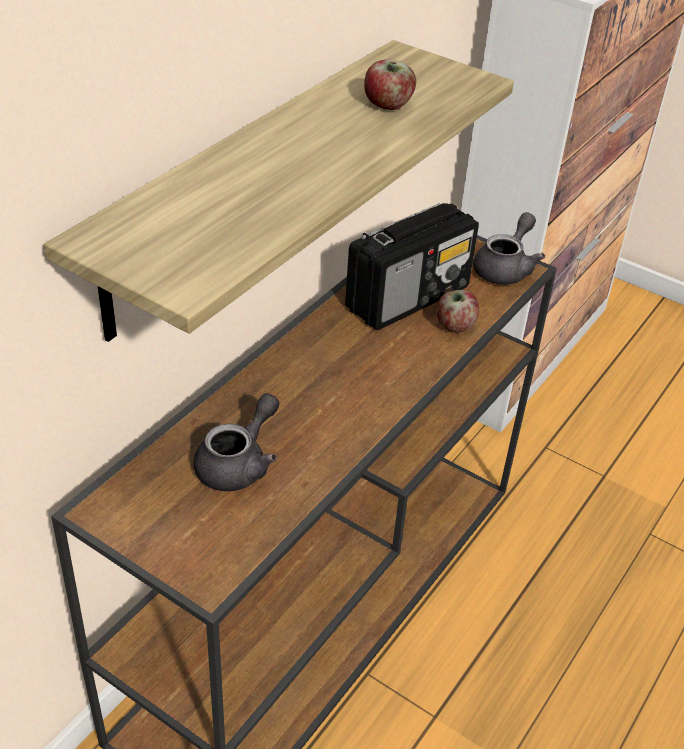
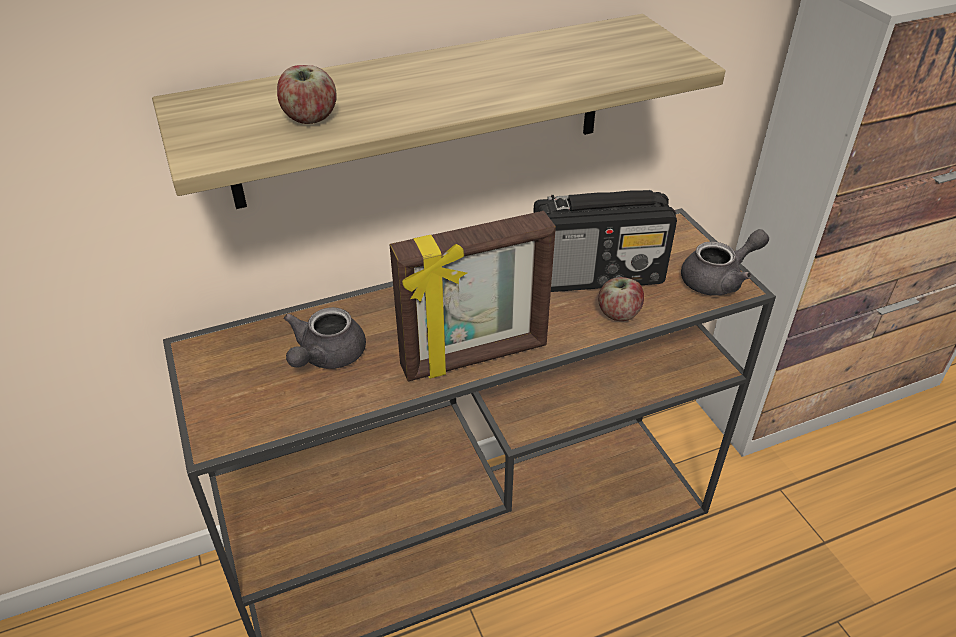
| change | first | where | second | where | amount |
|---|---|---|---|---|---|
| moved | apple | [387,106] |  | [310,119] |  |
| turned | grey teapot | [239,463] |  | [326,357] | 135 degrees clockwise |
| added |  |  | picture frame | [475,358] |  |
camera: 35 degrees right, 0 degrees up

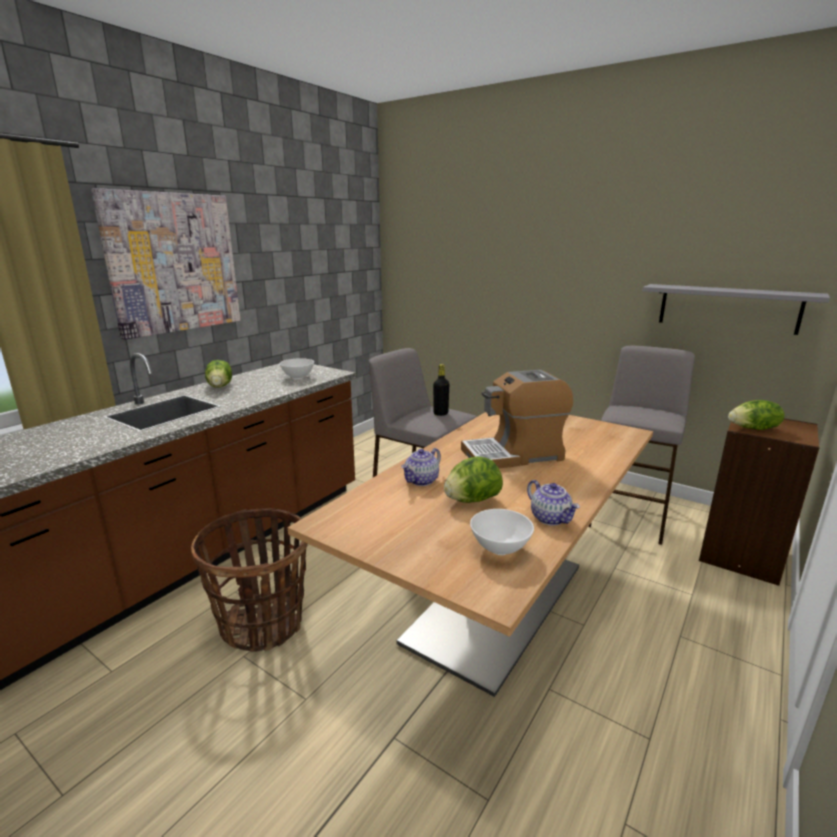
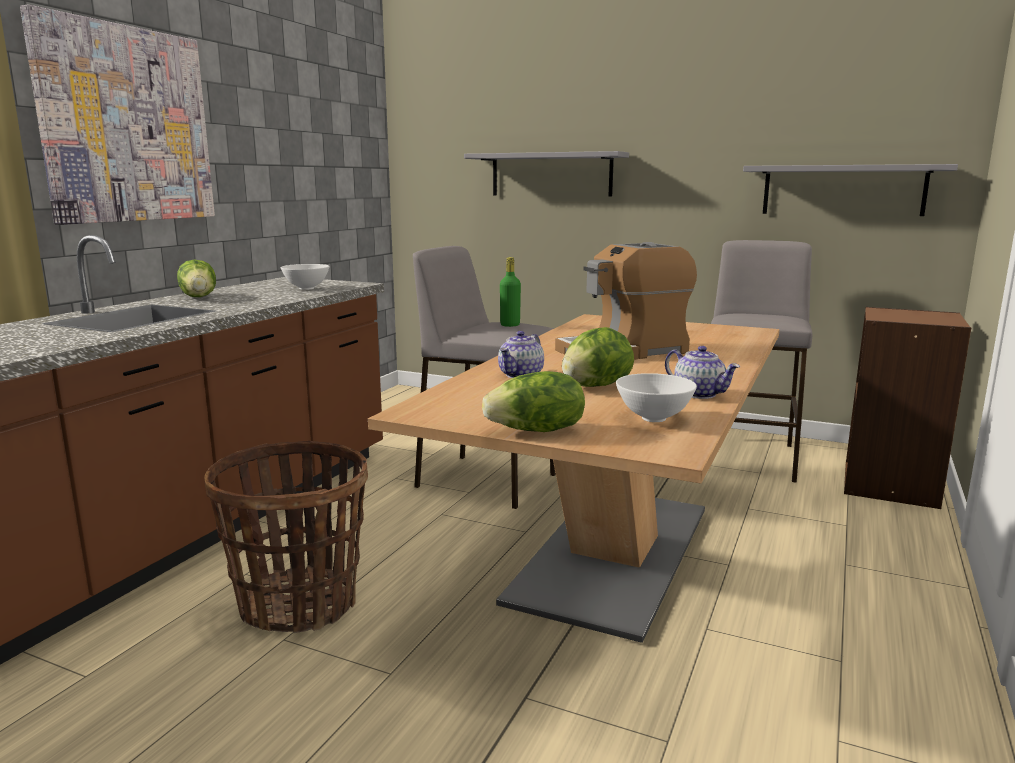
| change | first | where | second | where | amount |
|---|---|---|---|---|---|
| recoloured | black bottle | [440,413] | green bottle | [510,325] |  |
| moved | lettuce | [754,429] |  | [537,431] |  |
| added |  |  | grey shelf | [551,174] |  |
camera: 10 degrees left, 5 degrees down

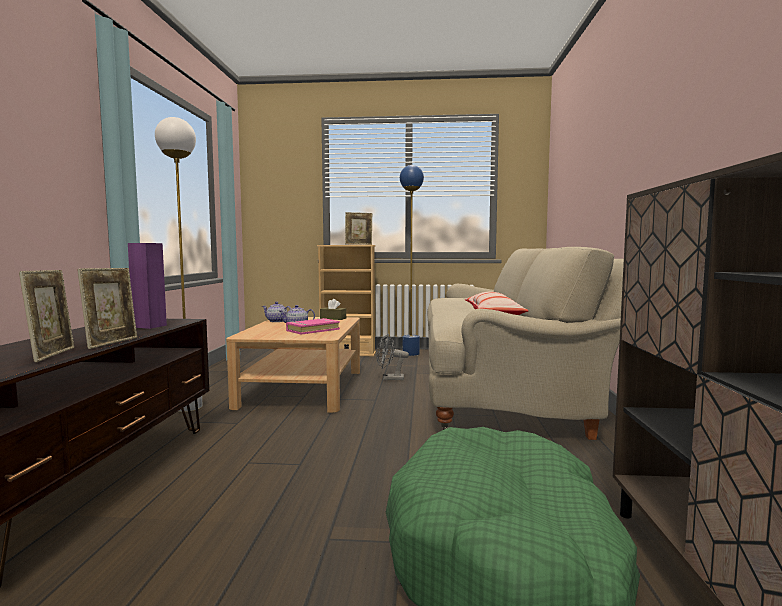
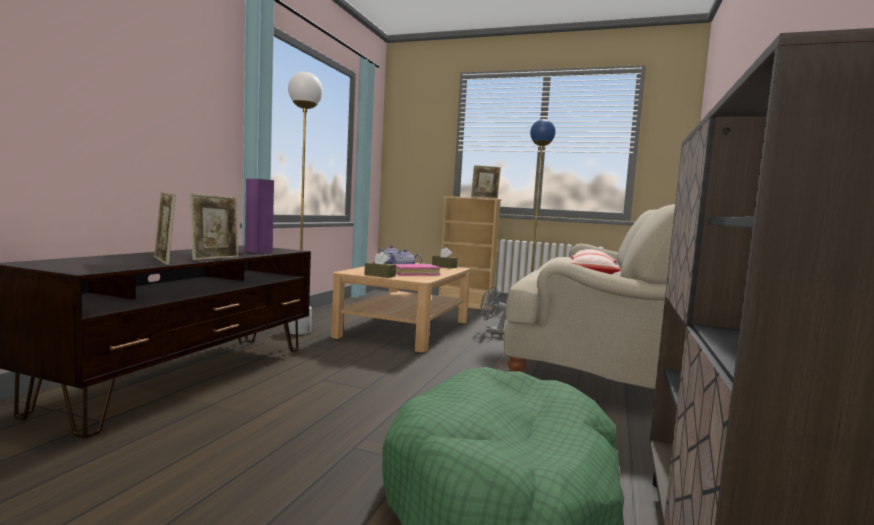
| change | first | where | second | where | amount |
|---|---|---|---|---|---|
| turned | picture frame | [52,355] |  | [164,261] | 135 degrees clockwise |
| added |  |  | brown tissue box | [380,275] |  |
camera: 15 degrees right, 0 degrees up

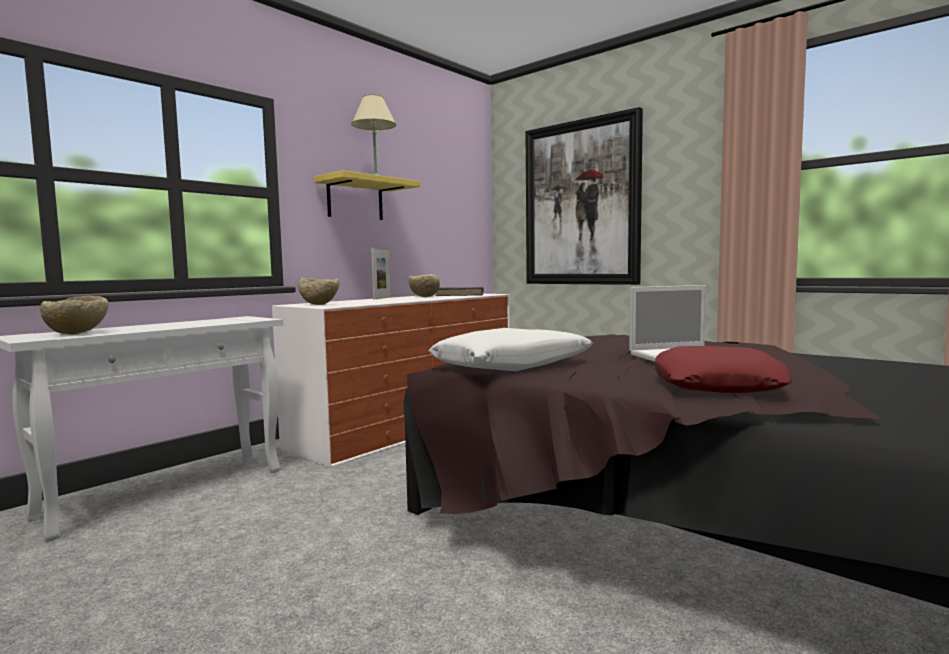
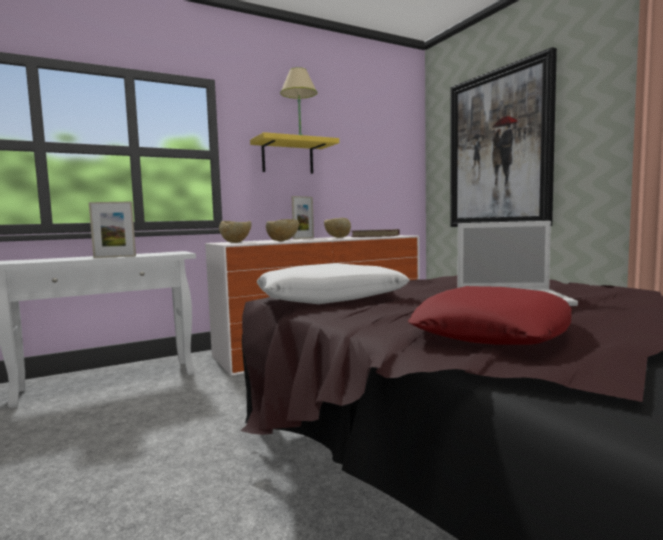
| change | first | where | second | where | amount |
|---|---|---|---|---|---|
| moved | beige bowl | [77,334] |  | [283,241] |  |
| added |  |  | picture frame | [114,257] |  |
camera: 20 degrees right, 0 degrees up

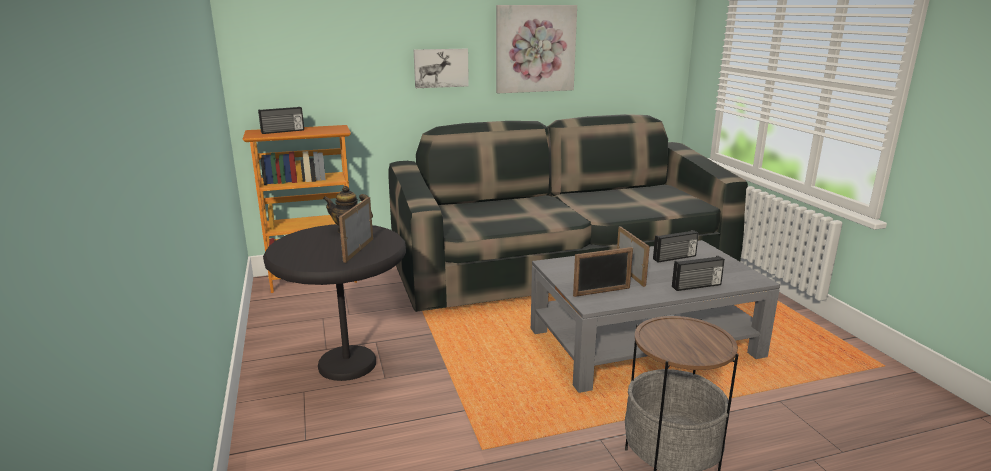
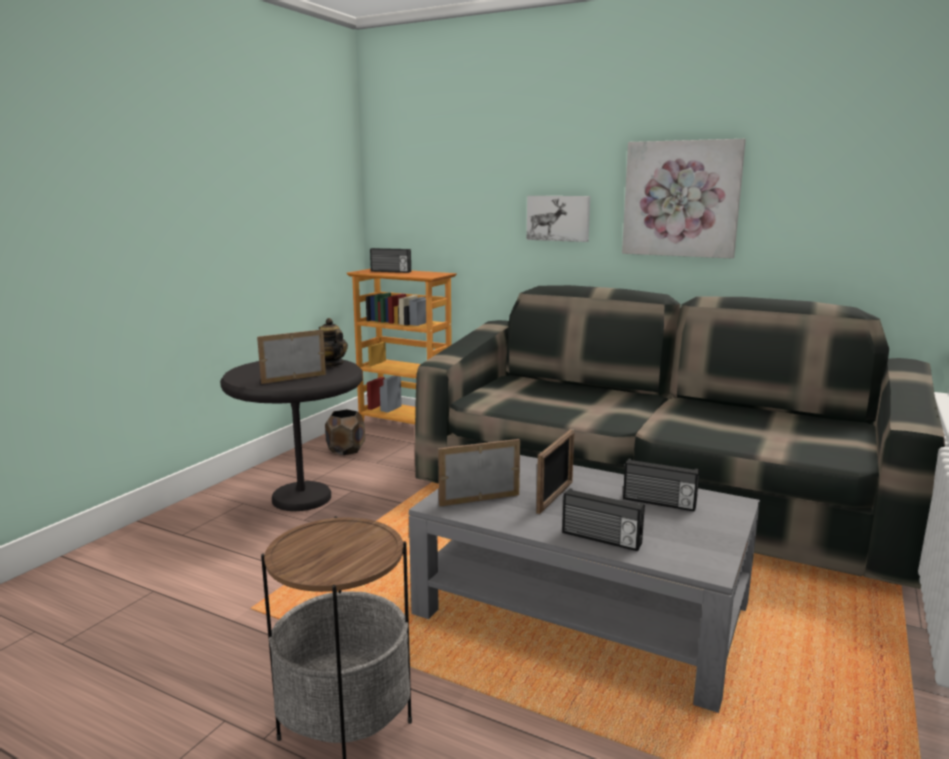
| change | first | where | second | where | amount |
|---|---|---|---|---|---|
| turned | picture frame | [602,292] |  | [479,499] | 135 degrees clockwise |
| added |  |  | brown planter | [346,450] |  |
camera: 45 degrees right, 5 degrees down

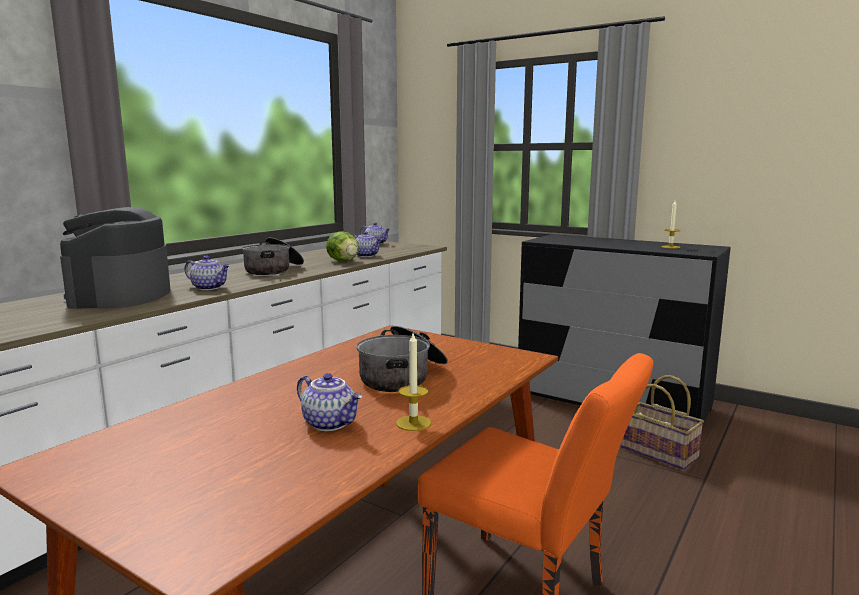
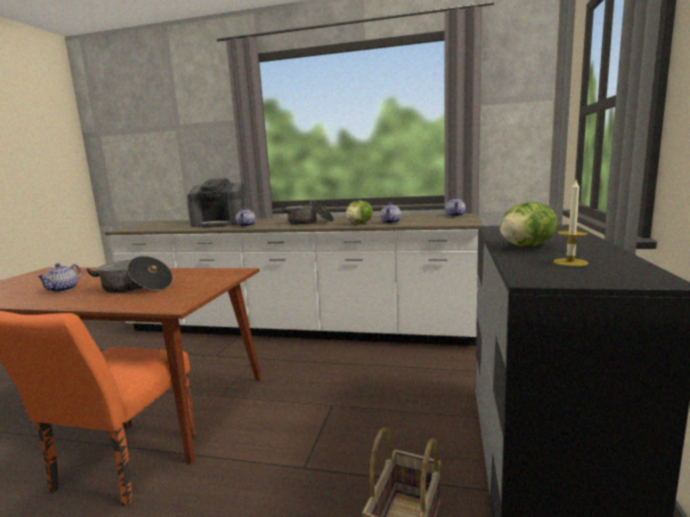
| change | first | where | second | where | amount |
|---|---|---|---|---|---|
| turned | coffee machine | [121,296] |  | [221,223] | 150 degrees counterclockwise |
| removed | candle | [413,423] |  |  |  |
| added |  |  | lettuce | [526,246] |  |
camera: 70 degrees right, 0 degrees up

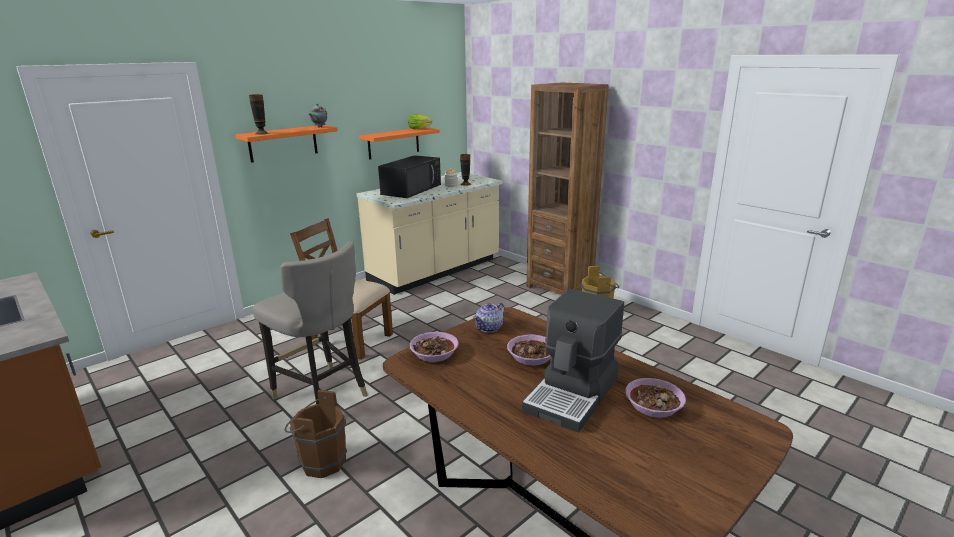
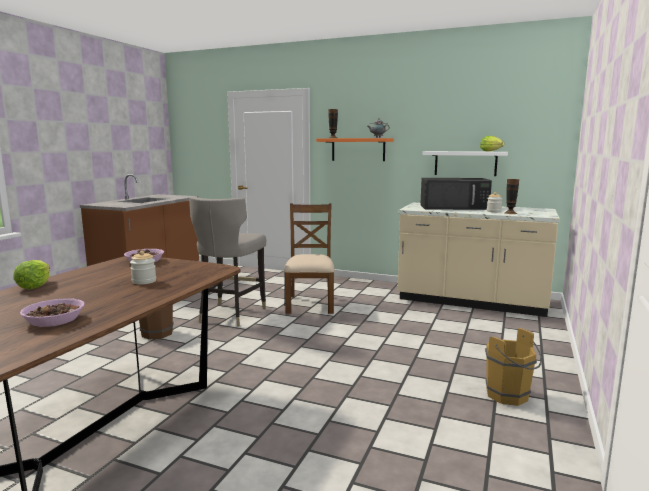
| change | first | where | second | where | amount |
|---|---|---|---|---|---|
| removed | brown bookcase | [559,288] |  |  |  |
| recoloured | orange shelf | [393,143] | white shelf | [465,163] |  |
| removed | coffee machine | [573,394] |  |  |  |
| removed | teapot | [489,328] |  |  |  |
| replaced | bowl | [532,357] | jar | [144,281] |  |
| added |  |  | lettuce | [34,286] |  |
camera: 65 degrees right, 10 degrees down

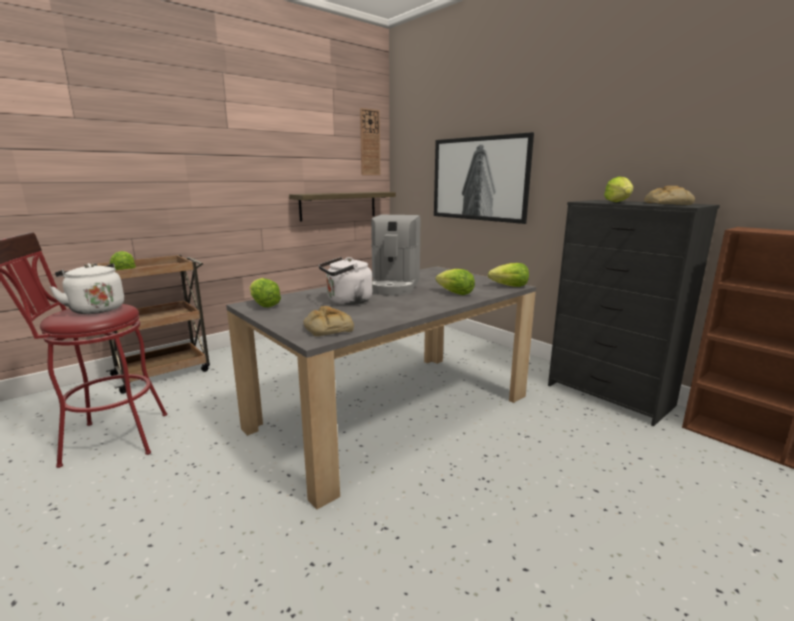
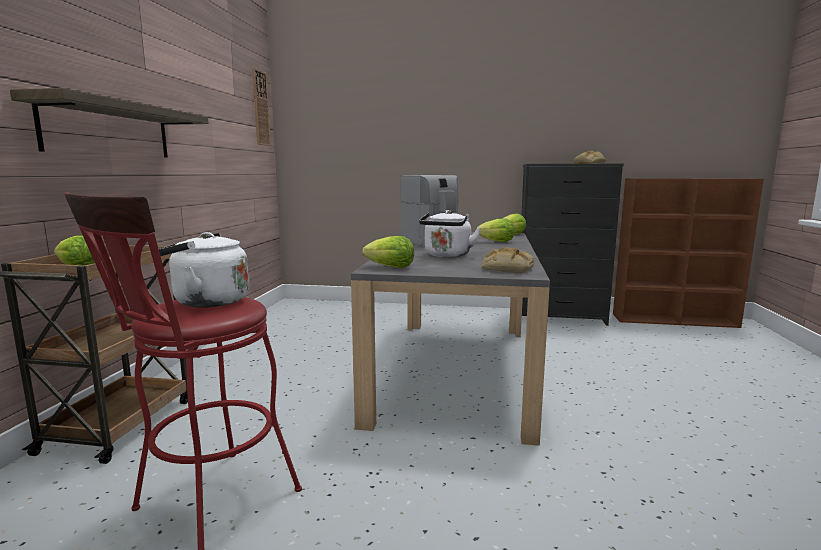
| change | first | where | second | where | amount |
|---|---|---|---|---|---|
| removed | picture | [479,179] |  |  |  |
| removed | lettuce | [618,202] |  |  |  |
| moved | shelf | [338,205] |  | [110,130] |  |
camera: 40 degrees left, 5 degrees down

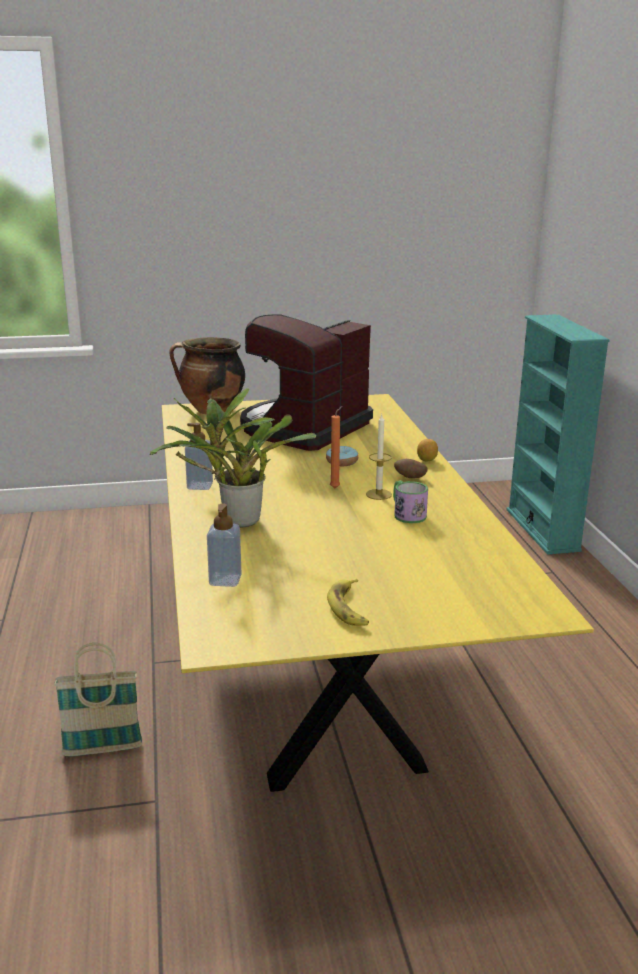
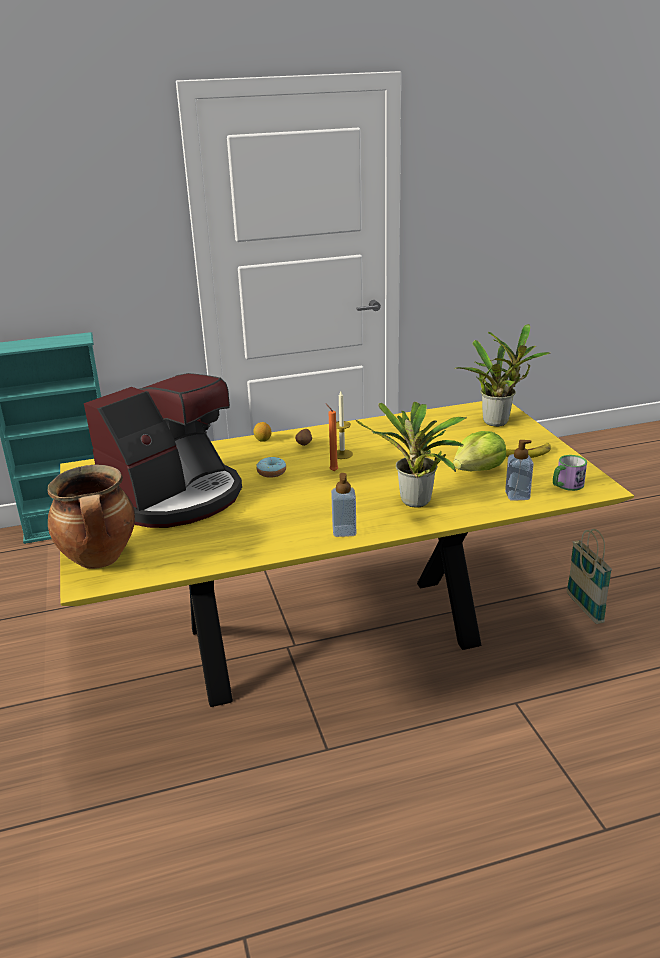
| change | first | where | second | where | amount |
|---|---|---|---|---|---|
| turned | coffee machine | [303,428] |  | [175,497] | 75 degrees counterclockwise |
| moved | mug | [406,514] |  | [566,485] |  |
| moved | basket | [103,749] |  | [584,608] |  |
| added |  |  | potted plant | [498,421] |  |
| added |  |  | lettuce | [478,469] |  |
camera: 95 degrees left, 5 degrees up

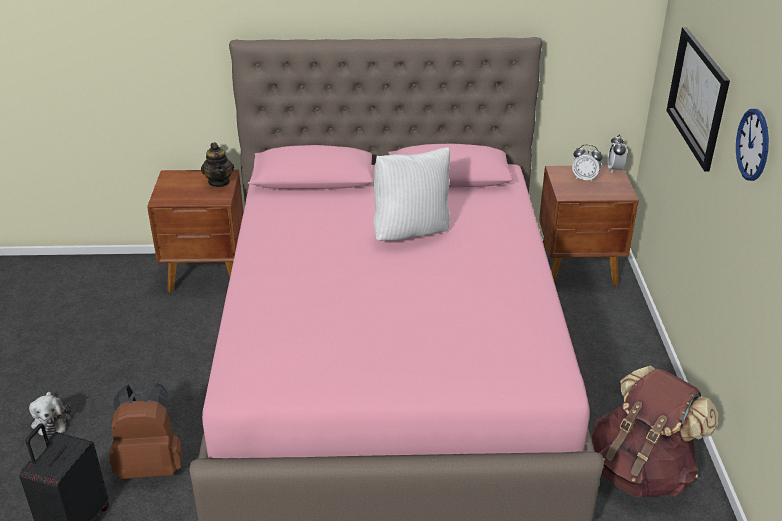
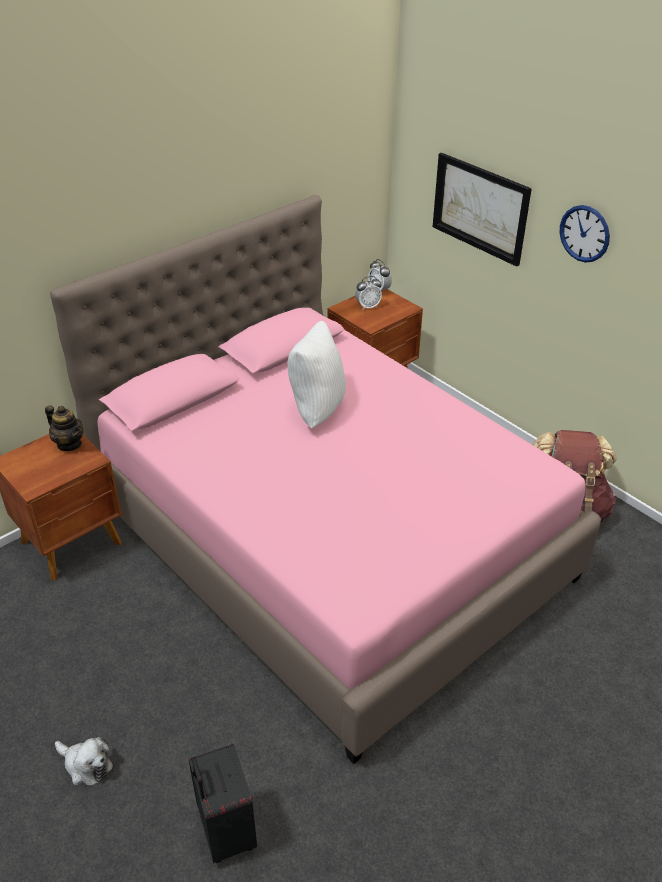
| change | first | where | second | where | amount |
|---|---|---|---|---|---|
| removed | brown backpack | [151,465] |  |  |  |
camera: 40 degrees left, 5 degrees up

